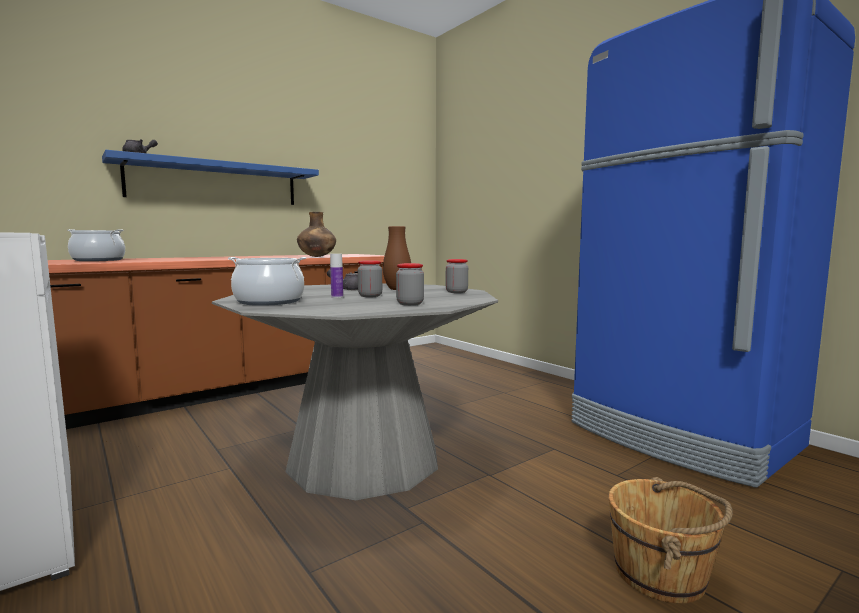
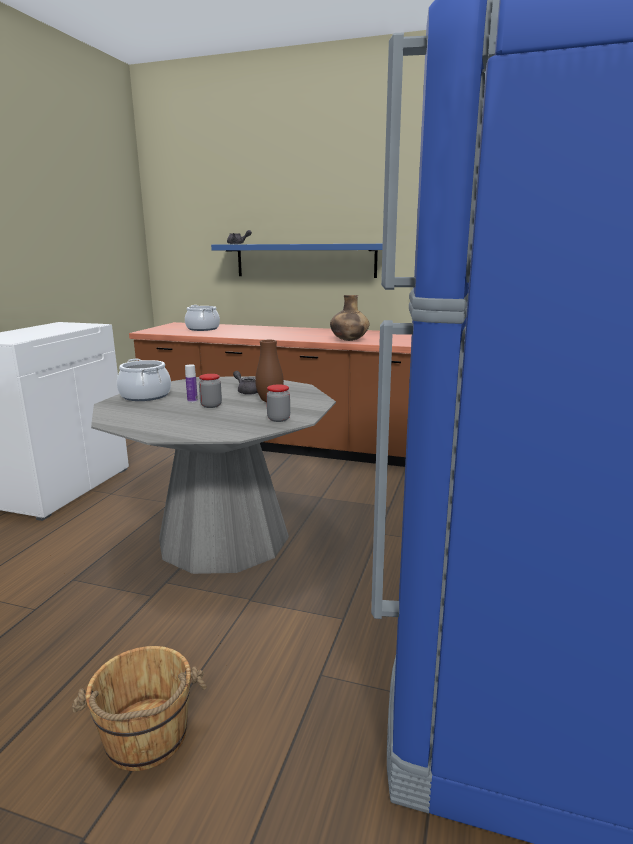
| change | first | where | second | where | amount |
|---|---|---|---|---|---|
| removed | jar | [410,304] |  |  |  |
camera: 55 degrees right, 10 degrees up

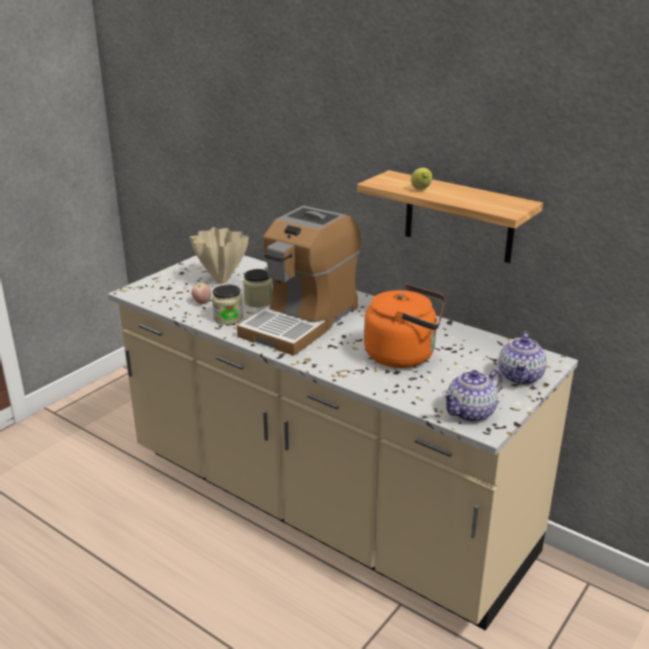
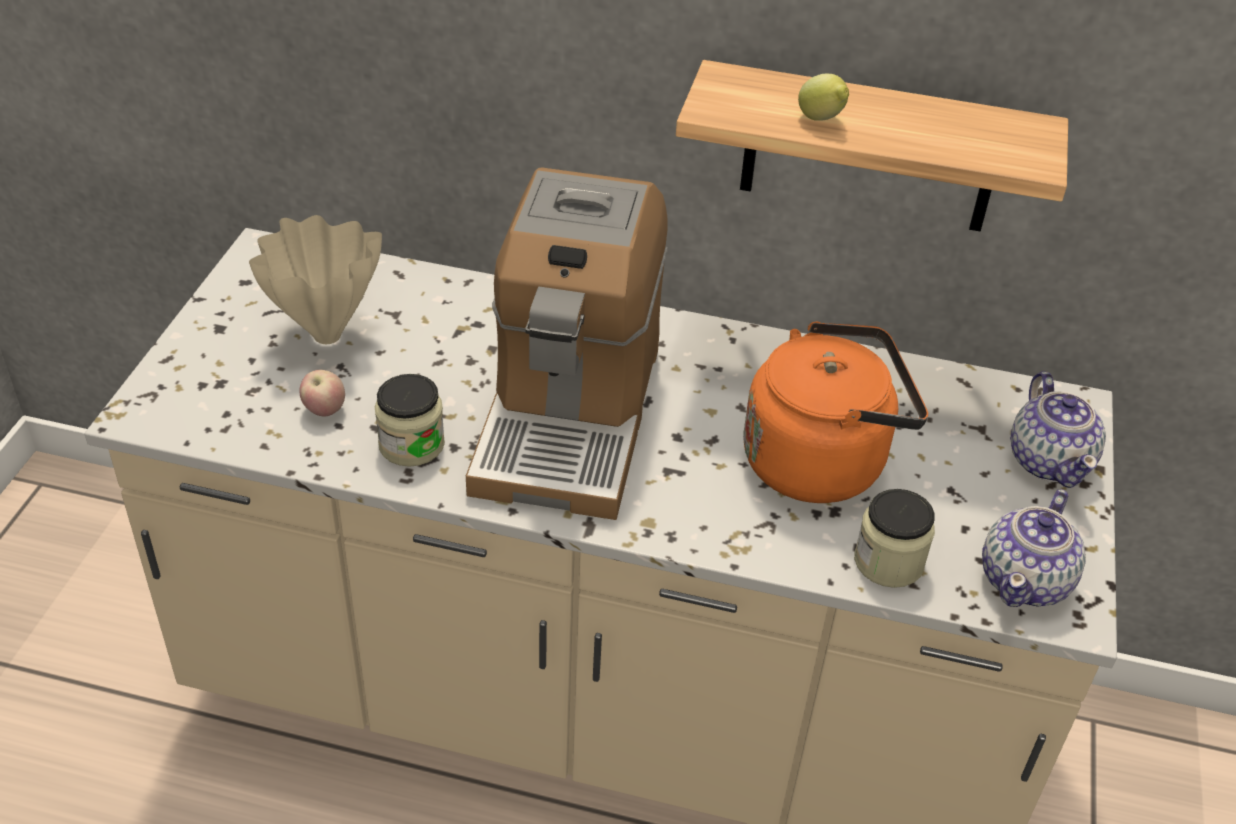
| change | first | where | second | where | amount |
|---|---|---|---|---|---|
| moved | jar | [258,301] |  | [888,562] |  |
camera: 25 degrees left, 15 degrees up

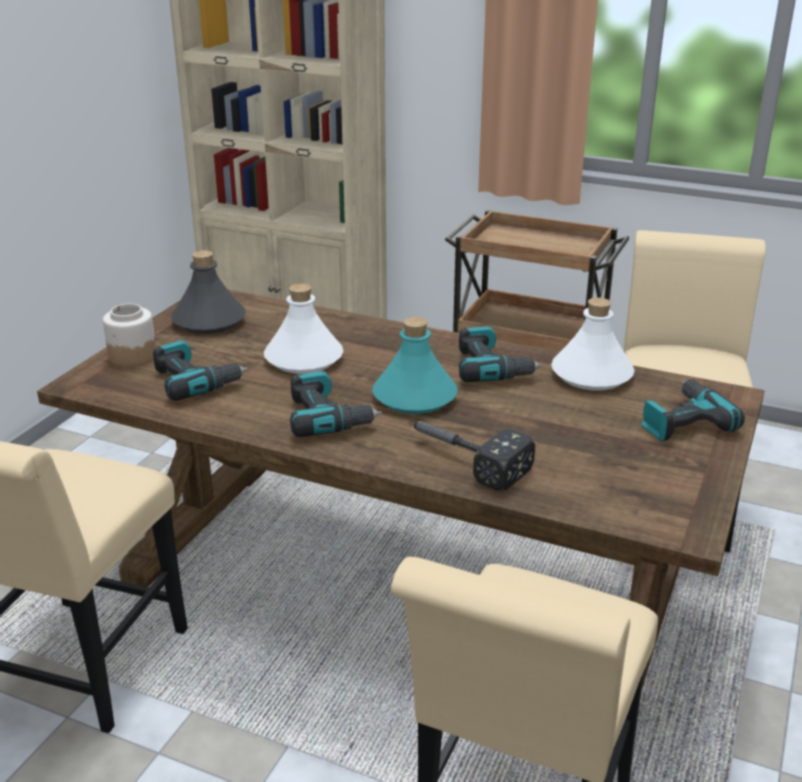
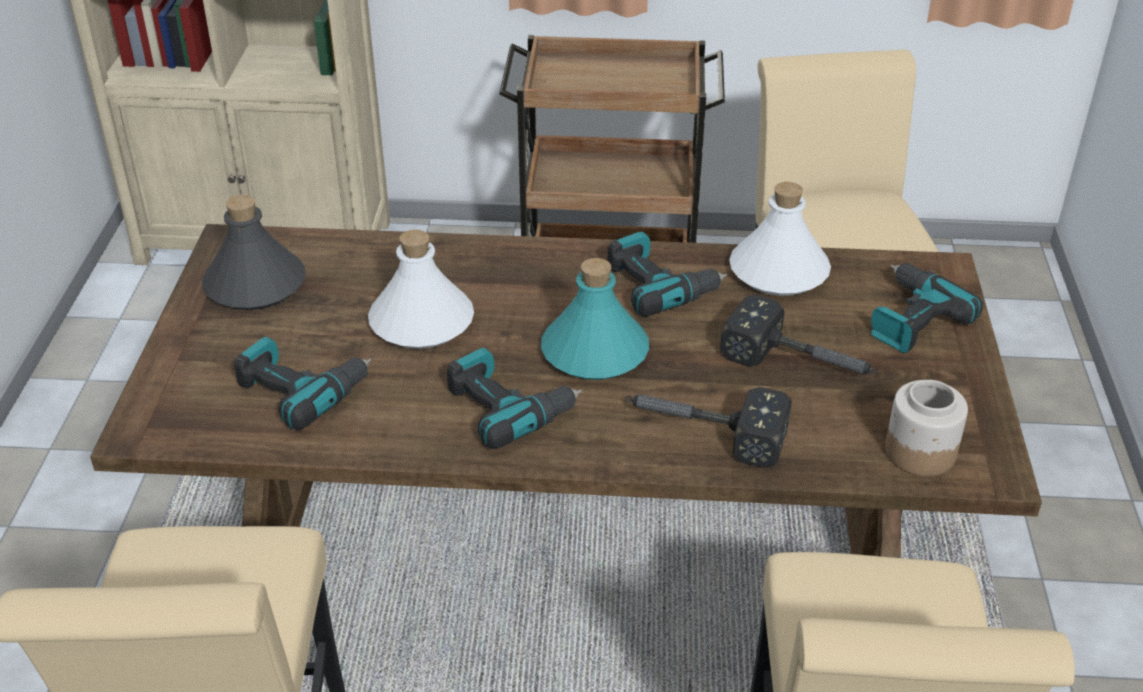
| change | first | where | second | where | amount |
|---|---|---|---|---|---|
| moved | jar | [132,356] |  | [919,452] |  |
| added |  |  | hammer | [802,363] |  |
camera: 20 degrees left, 10 degrees up

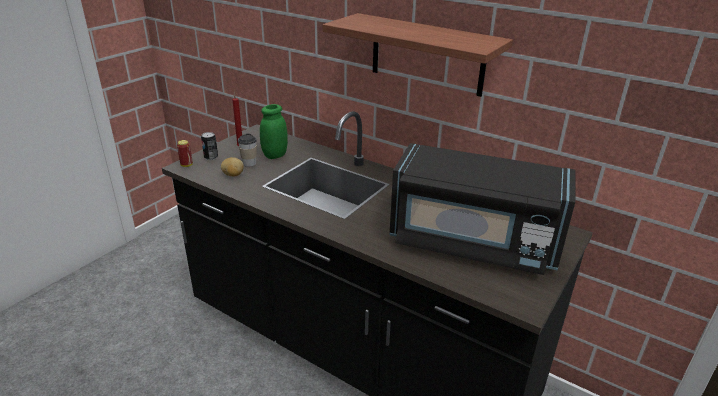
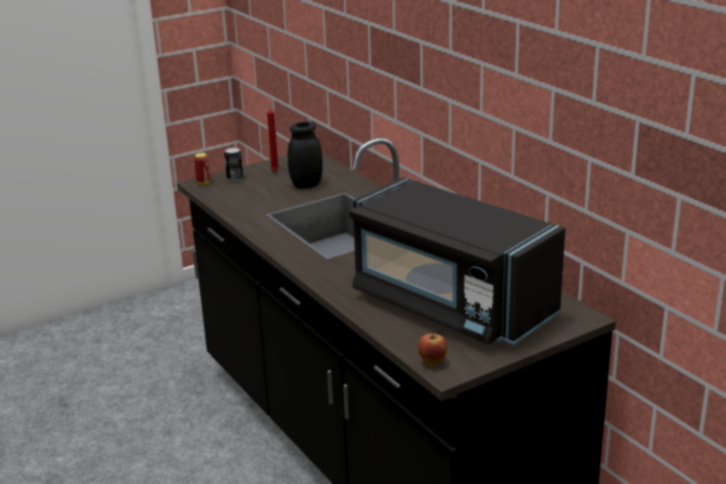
| change | first | where | second | where | amount |
|---|---|---|---|---|---|
| removed | shelf | [427,55] |  |  |  |
| recoloured | green jar | [275,155] | black jar | [306,185] |  |
| removed | cup | [249,163] |  |  |  |
| removed | potato | [233,175] |  |  |  |
| added |  |  | apple | [432,362] |  |
camera: 25 degrees right, 5 degrees down

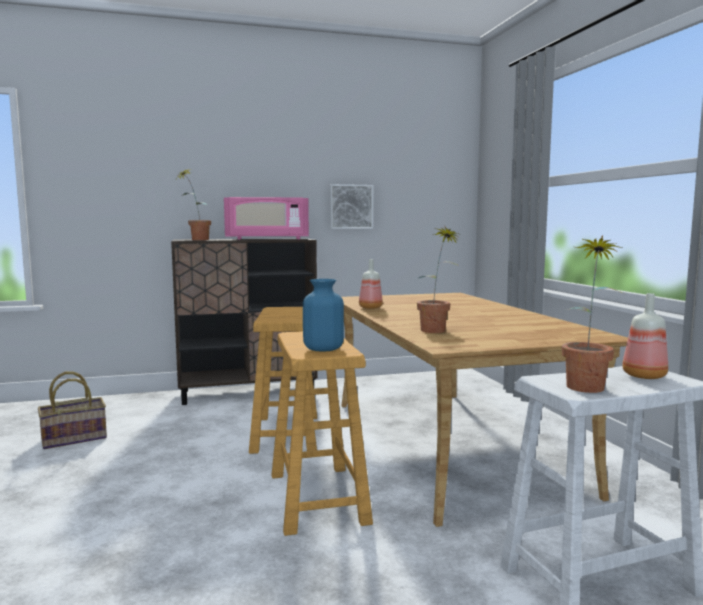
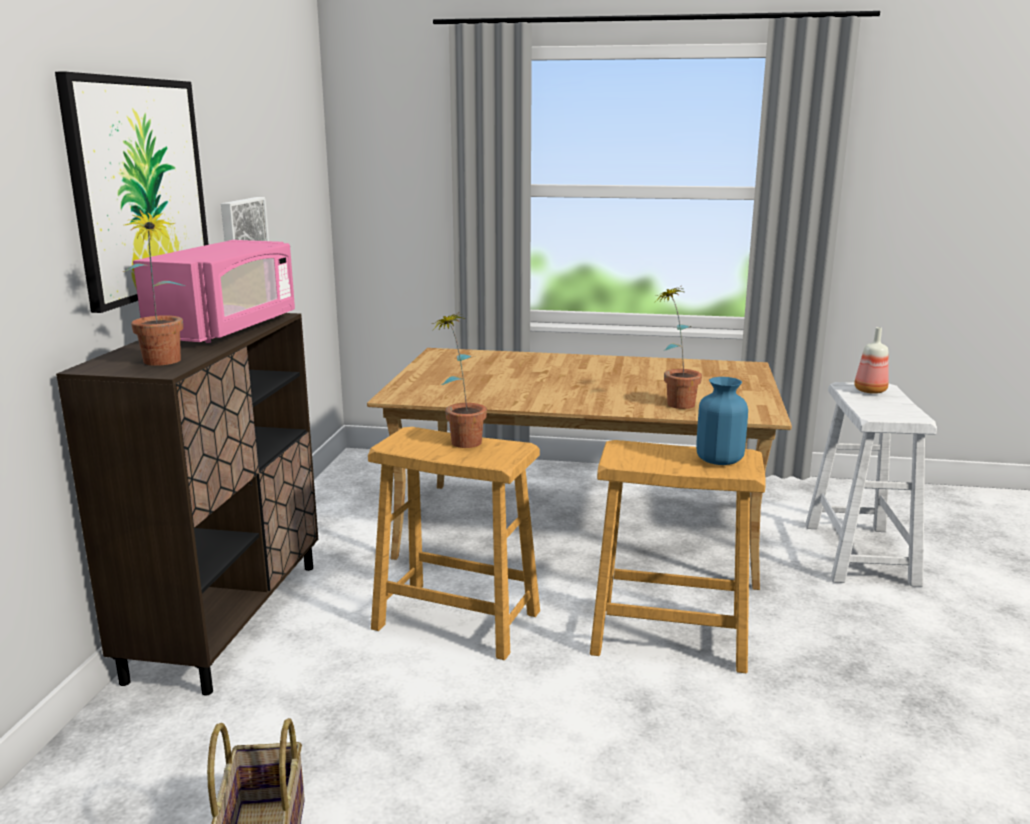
| change | first | where | second | where | amount |
|---|---|---|---|---|---|
| moved | potted plant | [587,384] |  | [461,439] |  |
| removed | bottle | [370,308] |  |  |  |
| added |  |  | picture | [140,188] |  |
camera: 65 degrees left, 10 degrees up

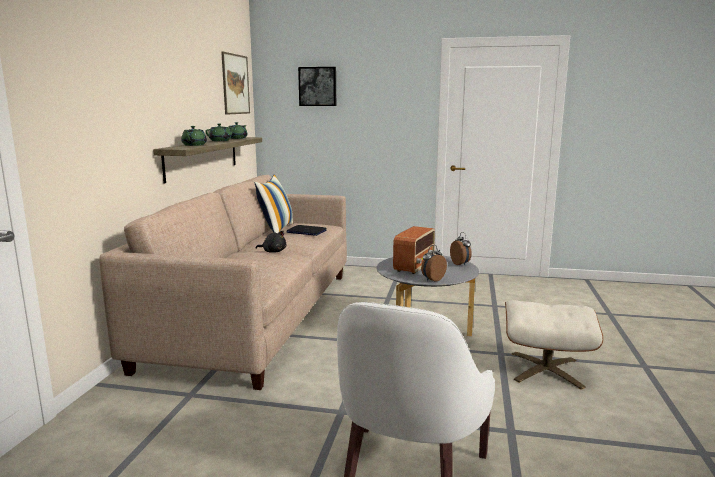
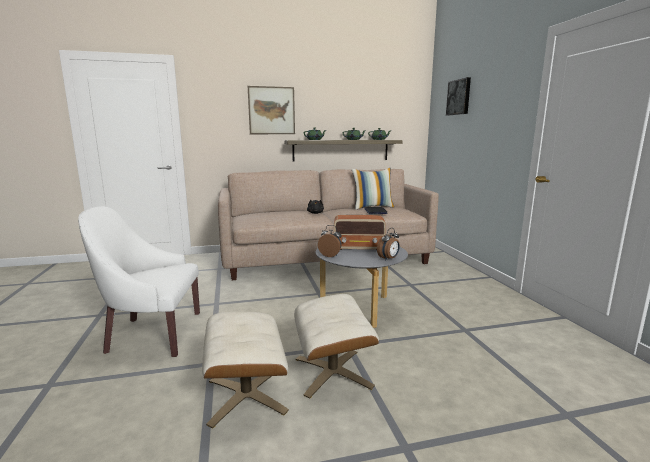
| change | first | where | second | where | amount |
|---|---|---|---|---|---|
| moved | picture | [235,84] |  | [271,110] |  |
| added |  |  | beige ottoman | [246,395] |  |
camera: 65 degrees right, 0 degrees up

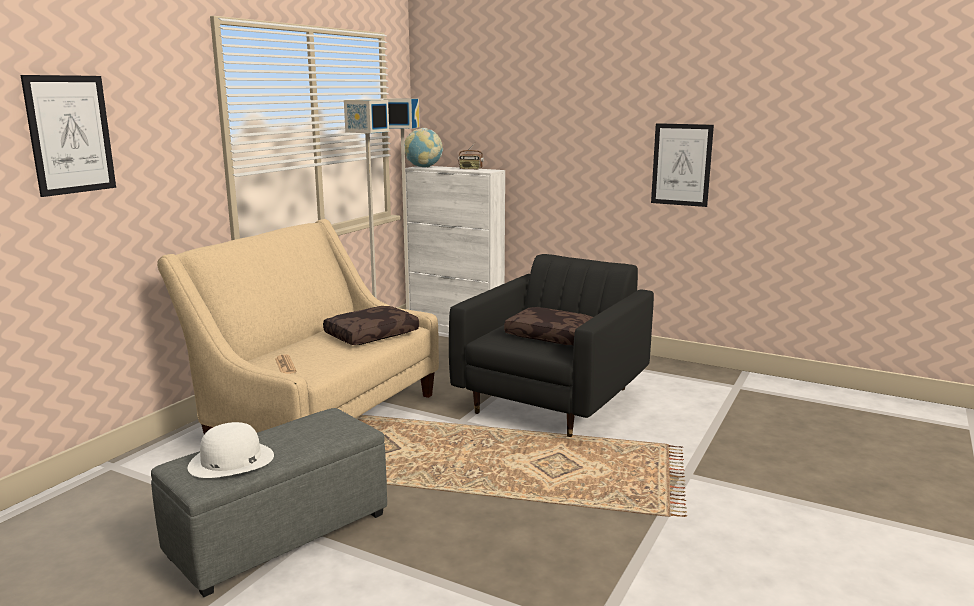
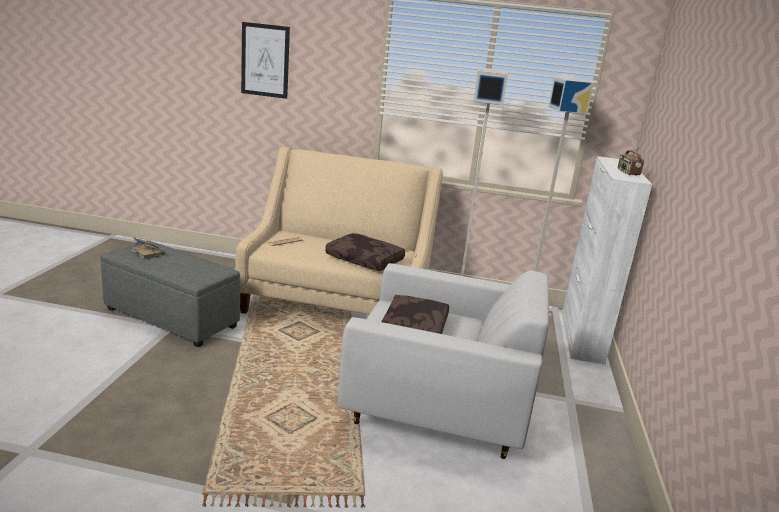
| change | first | where | second | where | amount |
|---|---|---|---|---|---|
| removed | picture | [681,164] |  |  |  |
| removed | globe | [423,167] |  |  |  |
| recoloured | black armchair | [553,401] | white armchair | [437,408] |  |
| replaced | white hat | [231,461] | book | [147,253] |  |
camera: 70 degrees right, 5 degrees up

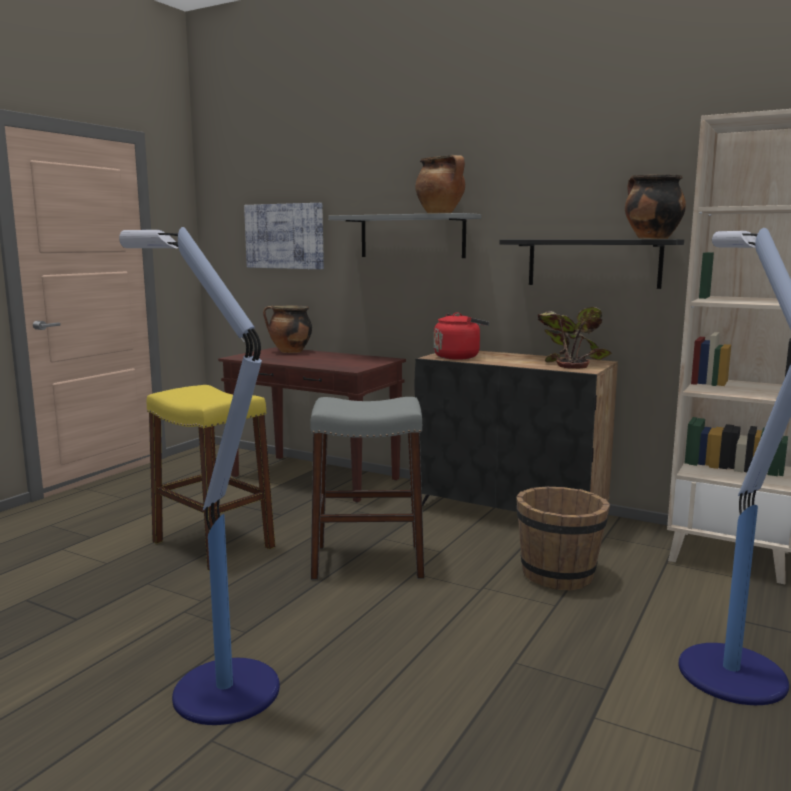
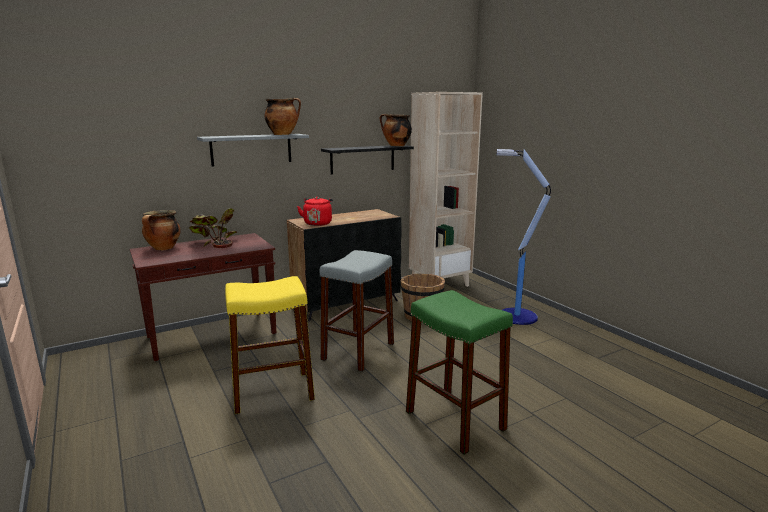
| change | first | where | second | where | amount |
|---|---|---|---|---|---|
| removed | picture | [284,236] |  |  |  |
| replaced | floor lamp | [222,690] | green stool | [455,420] |  |
| moved | potted plant | [569,362] |  | [214,243] |  |
camera: 60 degrees left, 5 degrees up

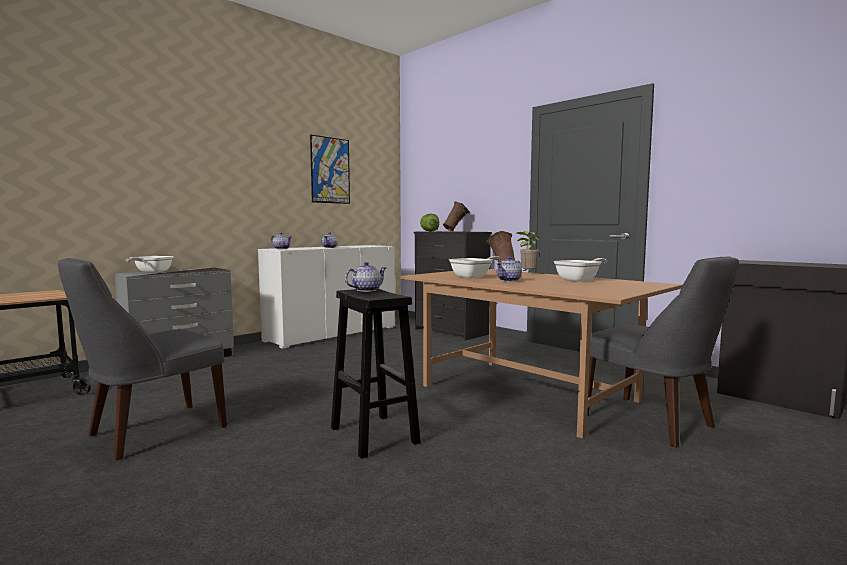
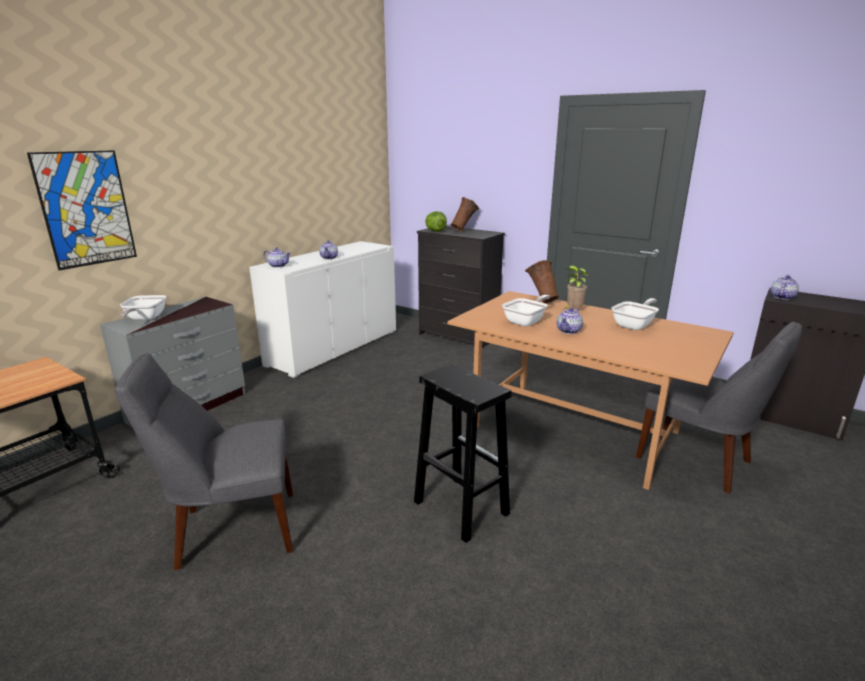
| change | first | where | second | where | amount |
|---|---|---|---|---|---|
| moved | picture | [330,170] |  | [86,209] |  |
| turned | grey chair | [151,432] |  | [232,530] | 45 degrees clockwise |
| moved | teapot | [366,290] |  | [781,297] |  |
camera: 10 degrees left, 15 degrees up

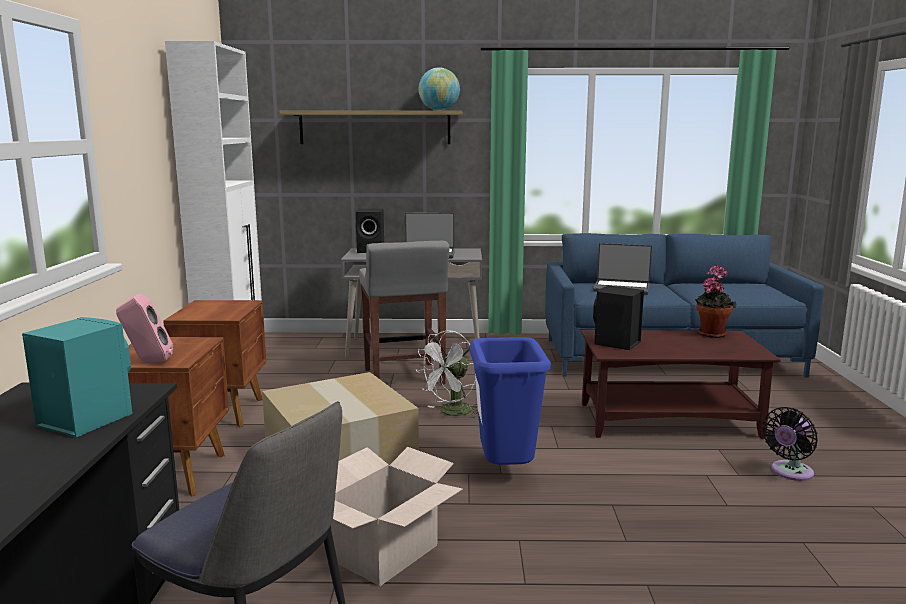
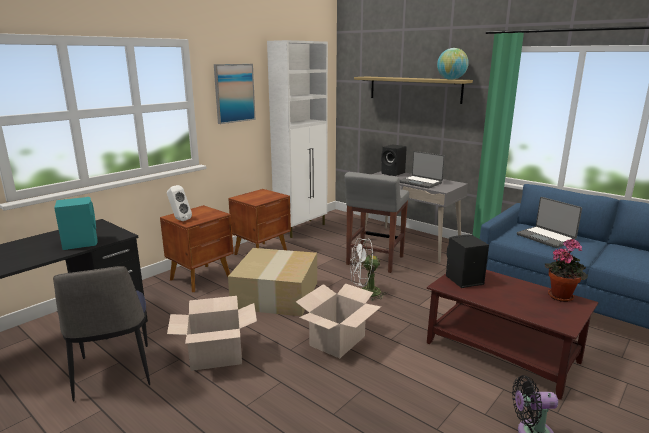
| change | first | where | second | where | amount |
|---|---|---|---|---|---|
| recoloured | pink speaker | [147,362] | white speaker | [179,219] |  |
| replaced | blue trash can | [506,472] | cardboard box | [337,340] |  |
| added |  |  | picture | [234,93] |  |
camera: 40 degrees right, 5 degrees up

